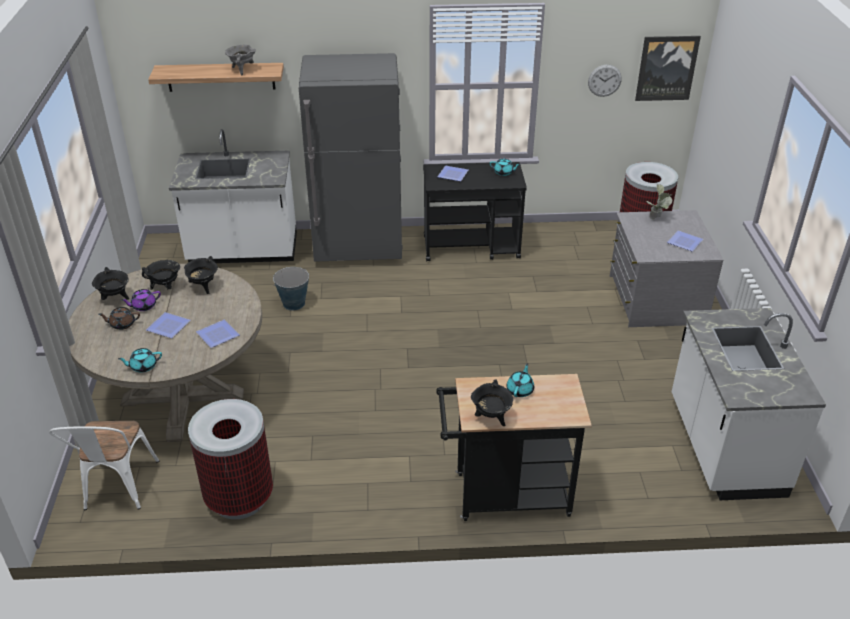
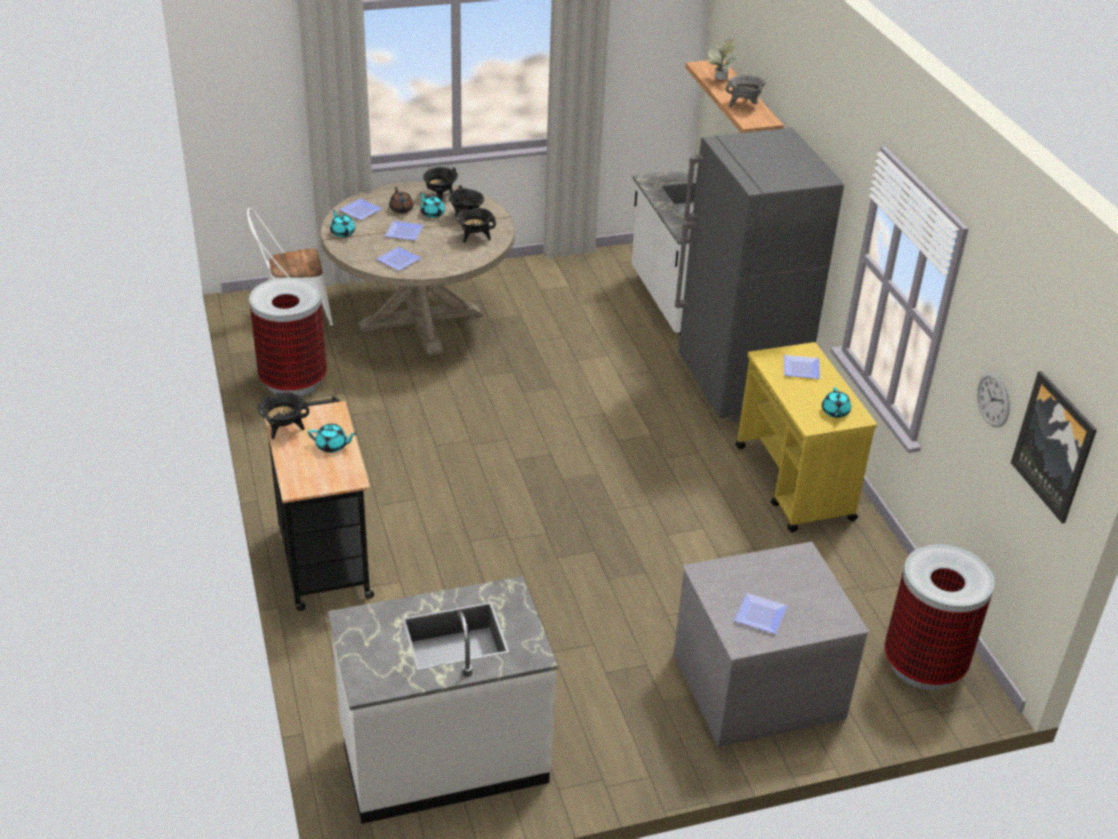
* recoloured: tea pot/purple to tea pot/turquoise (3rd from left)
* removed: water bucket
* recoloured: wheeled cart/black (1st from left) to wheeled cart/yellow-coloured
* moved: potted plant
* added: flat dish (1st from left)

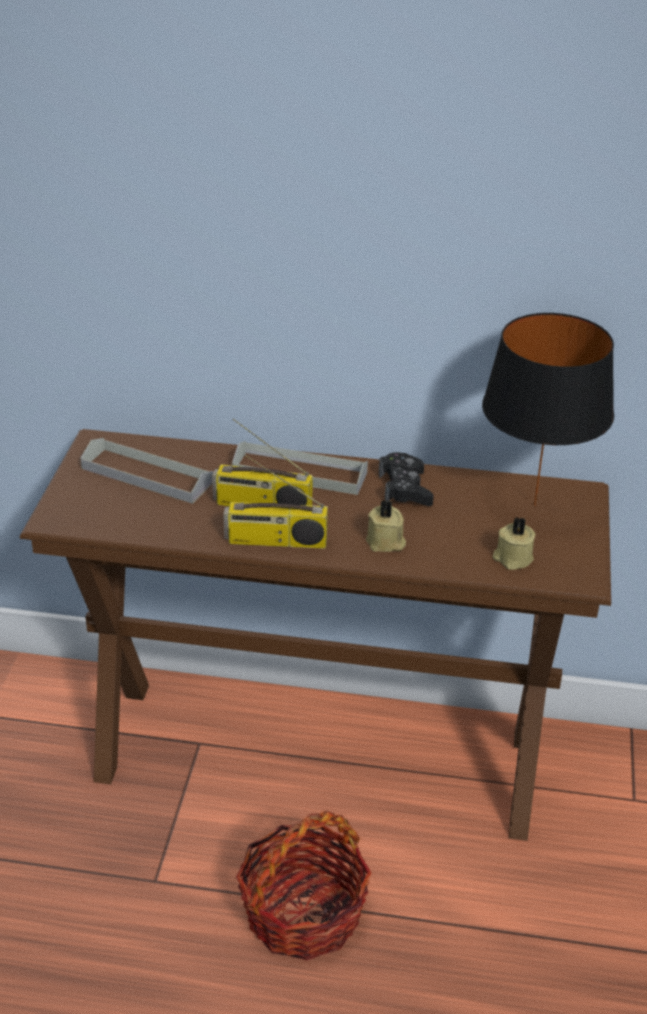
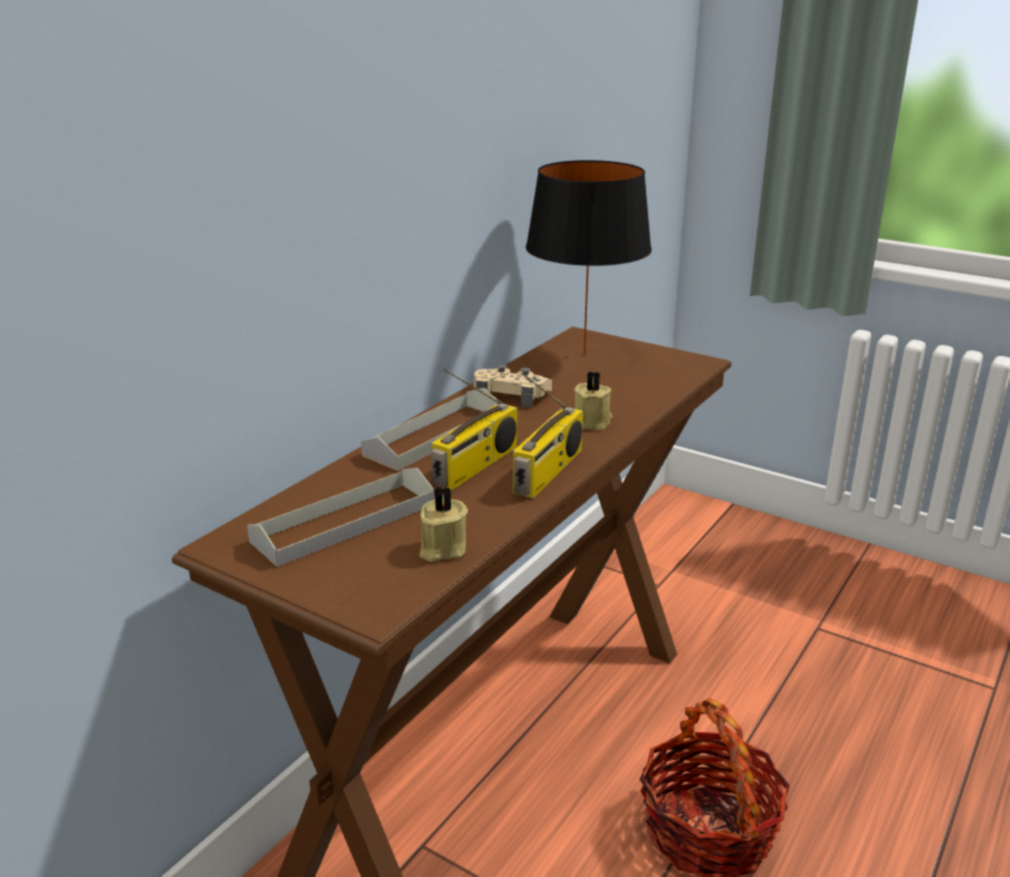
* recoloured: game controller/black to game controller/beige-coloured
* moved: wax light/beige-coloured (2nd from left in the first image) to wax light/beige-coloured (1st from left)

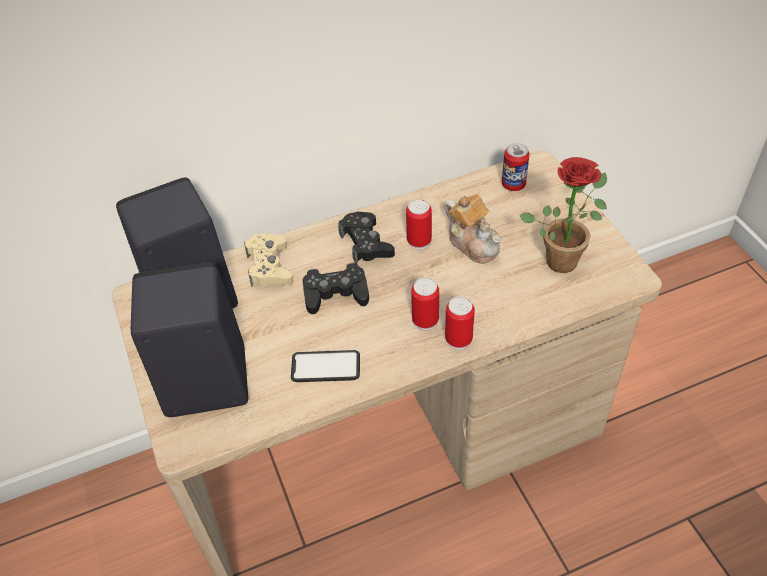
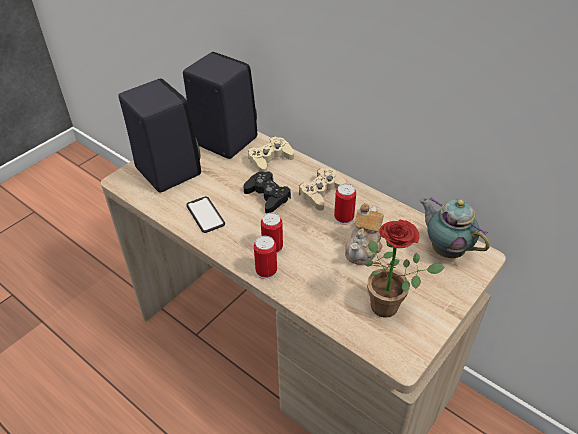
* recoloured: game controller/black (2nd from left) to game controller/beige-coloured (2nd from left)
* replaced: can (4th from left) to tea pot (2nd from left)

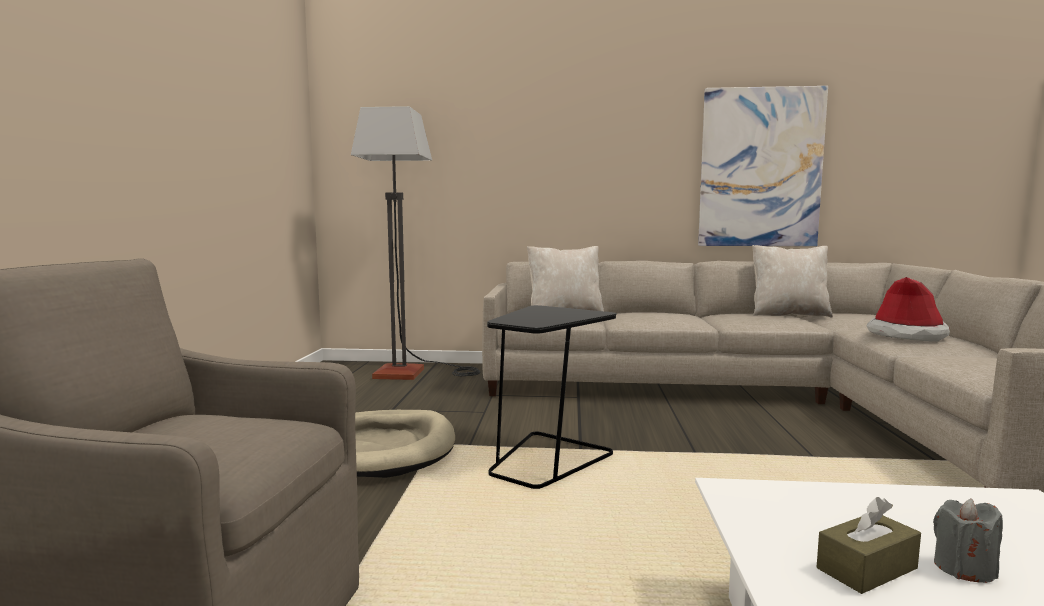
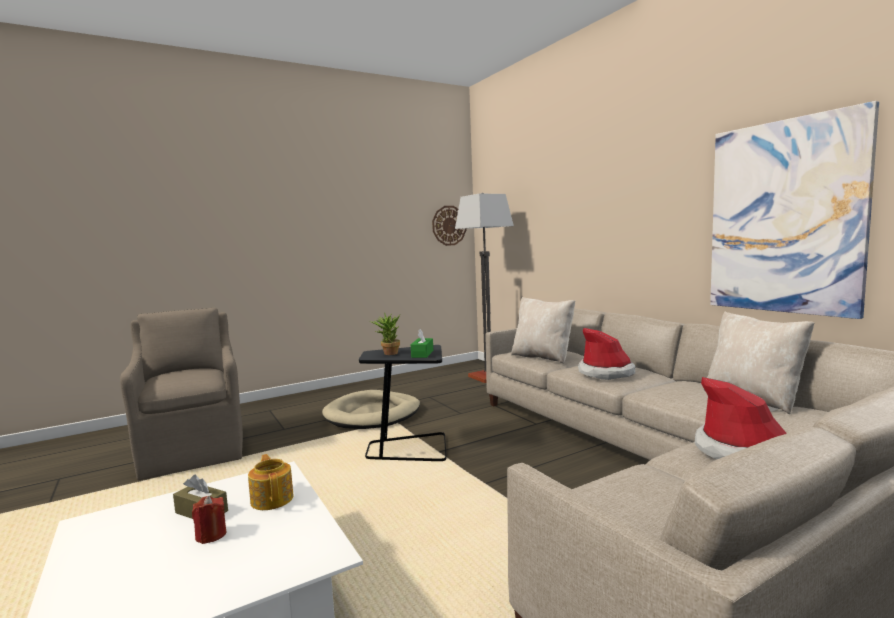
* recoloured: wax light/grey to wax light/red
* added: tea pot
* added: potted plant
* added: tissue box/green-coloured
* added: wall clock
* added: hat (1st from left)

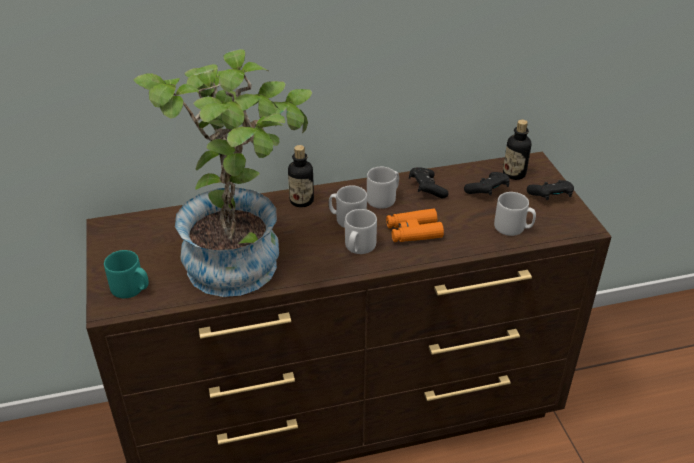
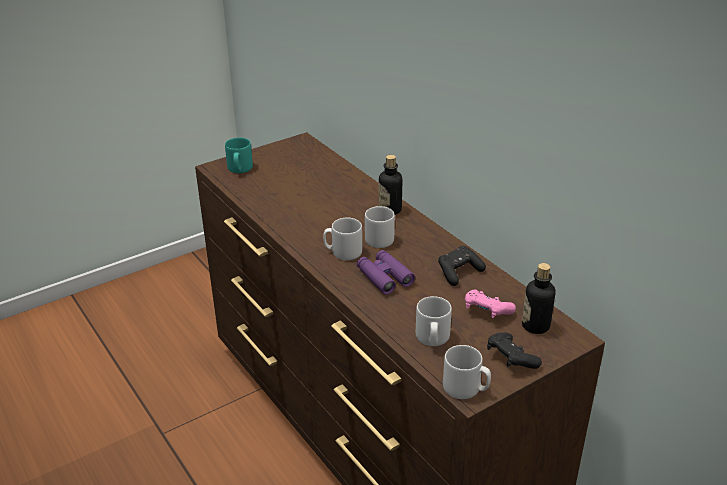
* removed: potted plant
* moved: coffee mug/grey (3rd from left in the first image) to coffee mug/grey (4th from left)
* recoloured: field glasses/orange-coloured to field glasses/purple
* recoloured: game controller/black (2nd from left) to game controller/pink-coloured

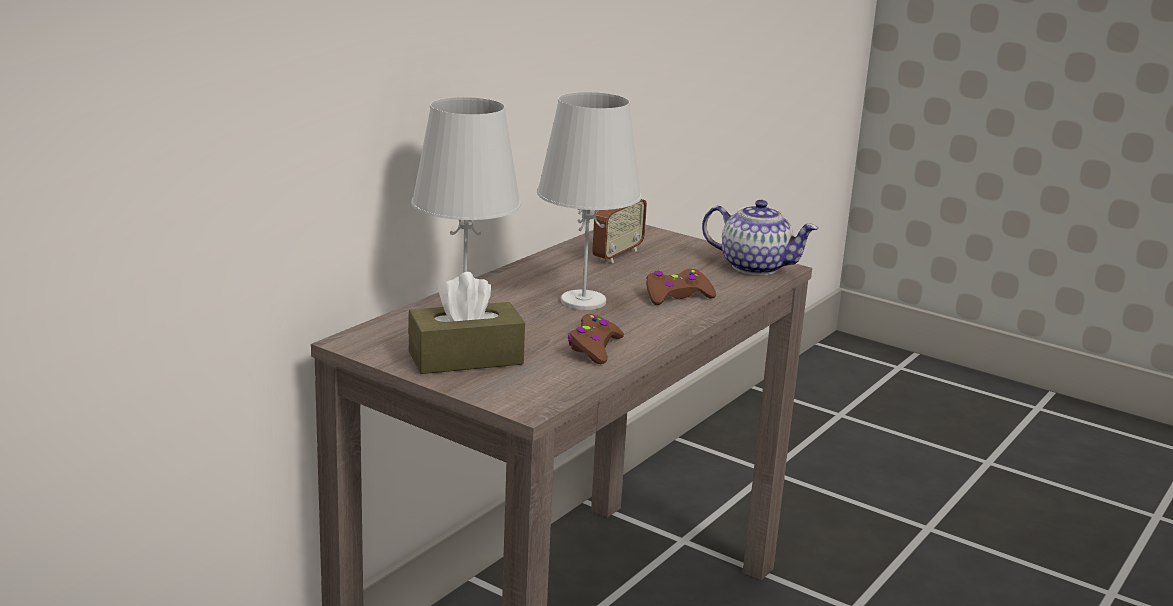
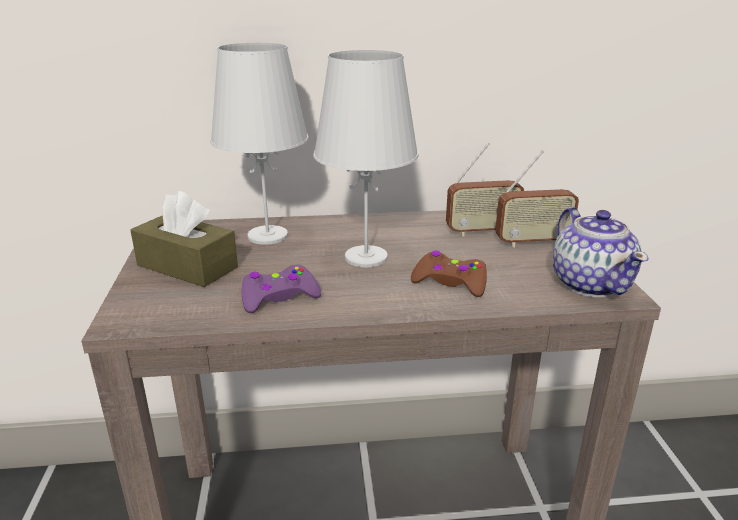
* recoloured: game controller/brown-coloured (1st from left) to game controller/purple
* added: radio set (2nd from left)

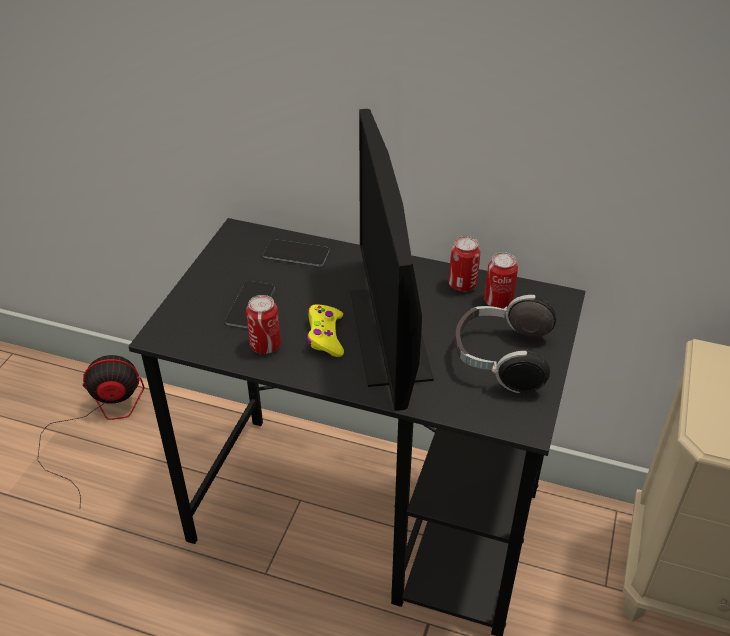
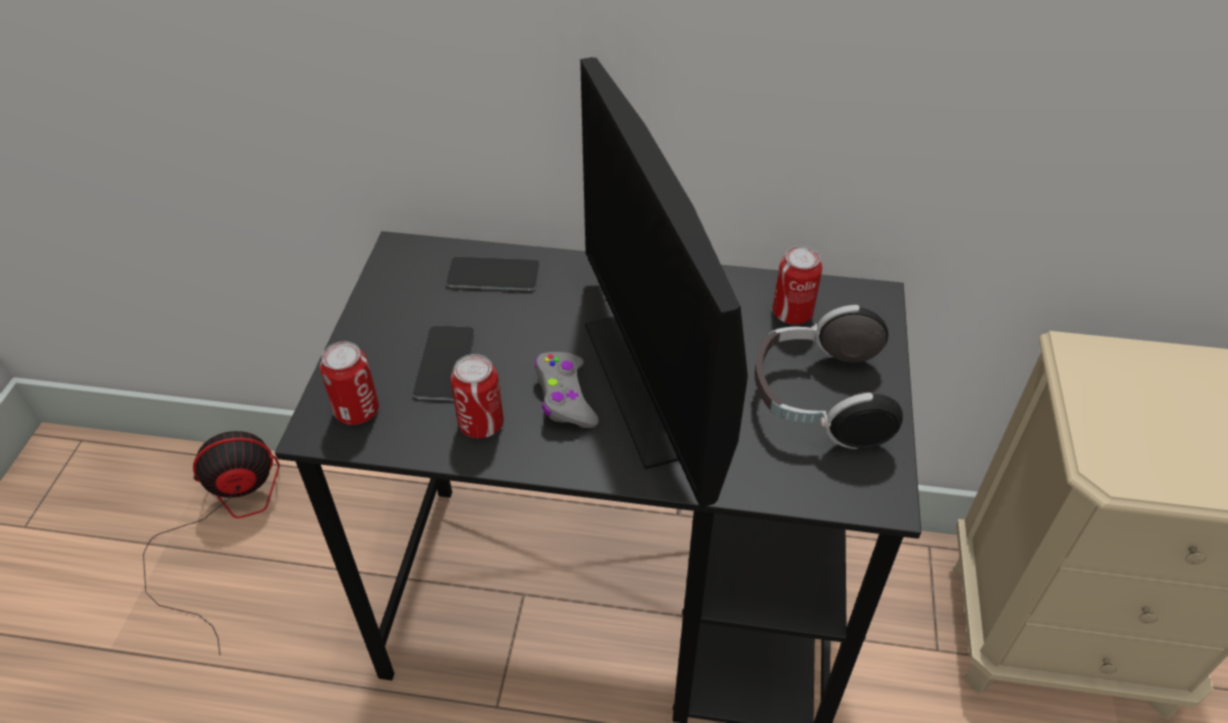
* recoloured: game controller/yellow-coloured to game controller/grey
* moved: can (2nd from left in the first image) to can (1st from left)

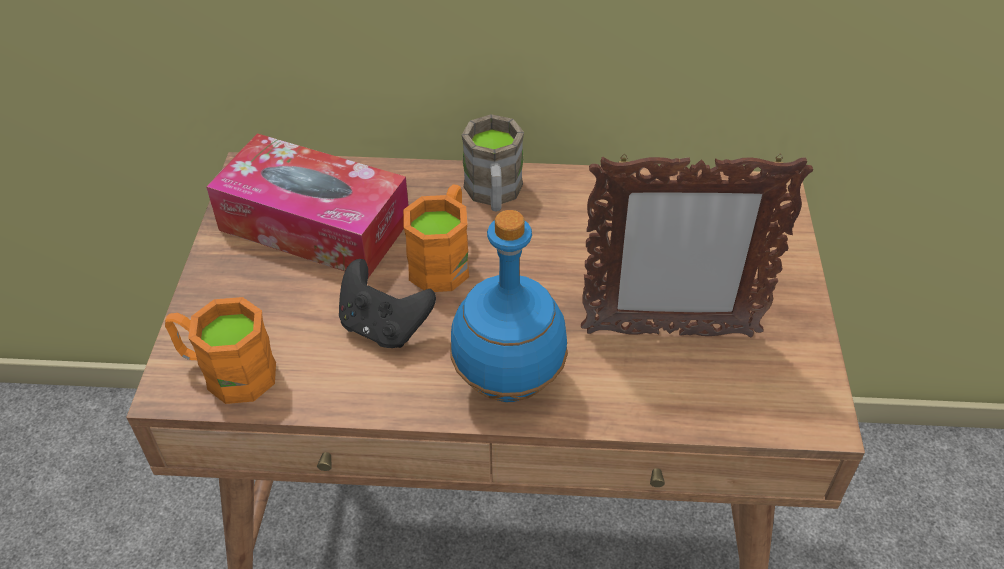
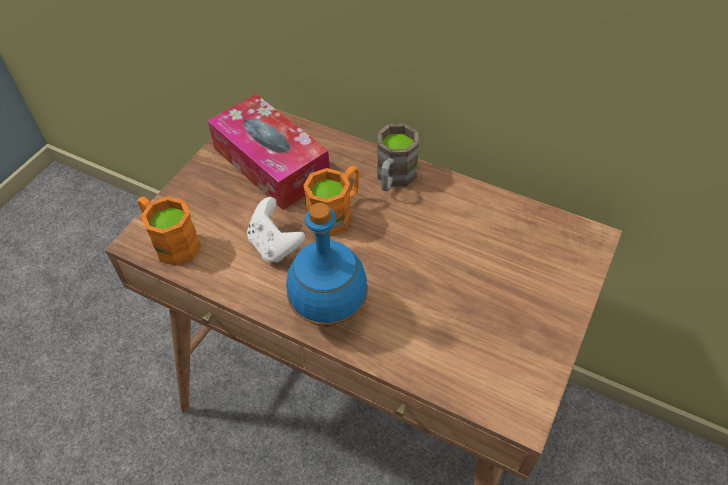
* recoloured: game controller/black to game controller/white
* removed: standing frame

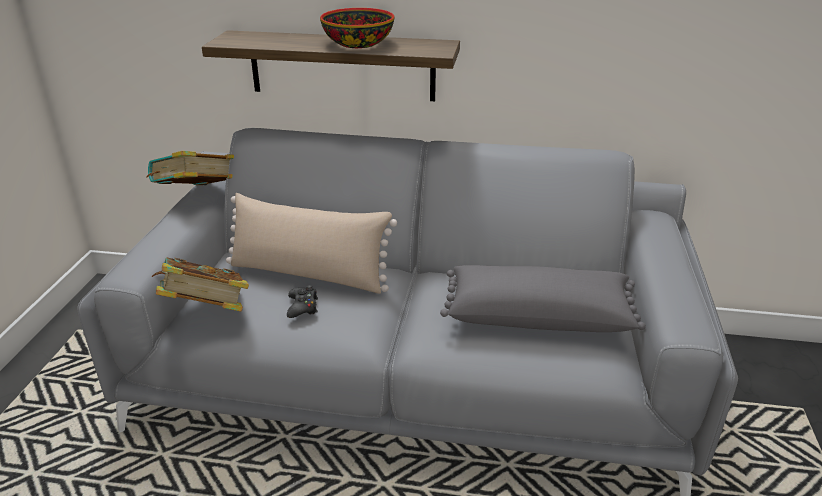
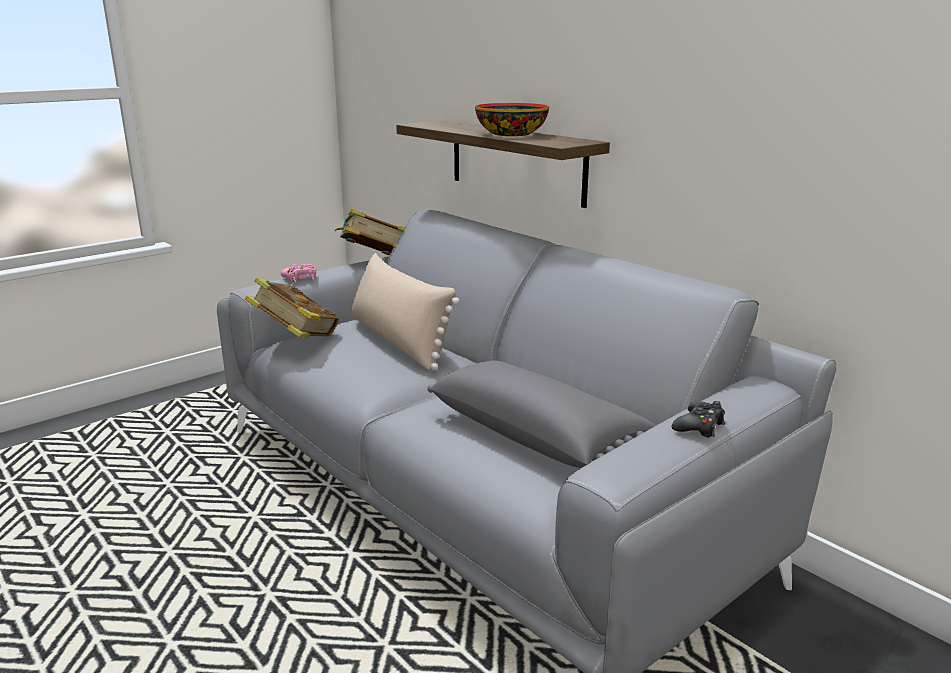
* moved: game controller/black
* added: game controller/pink-coloured

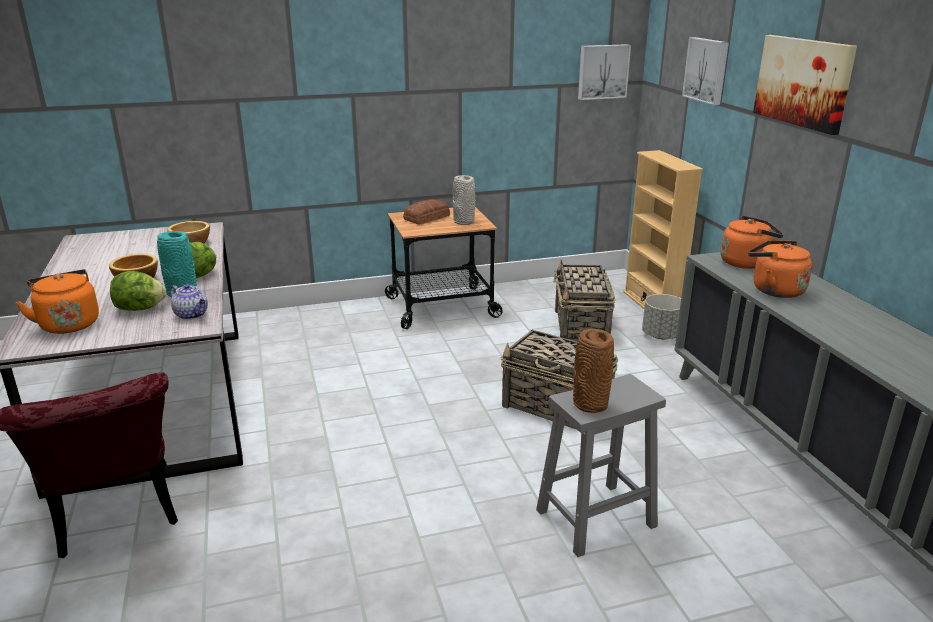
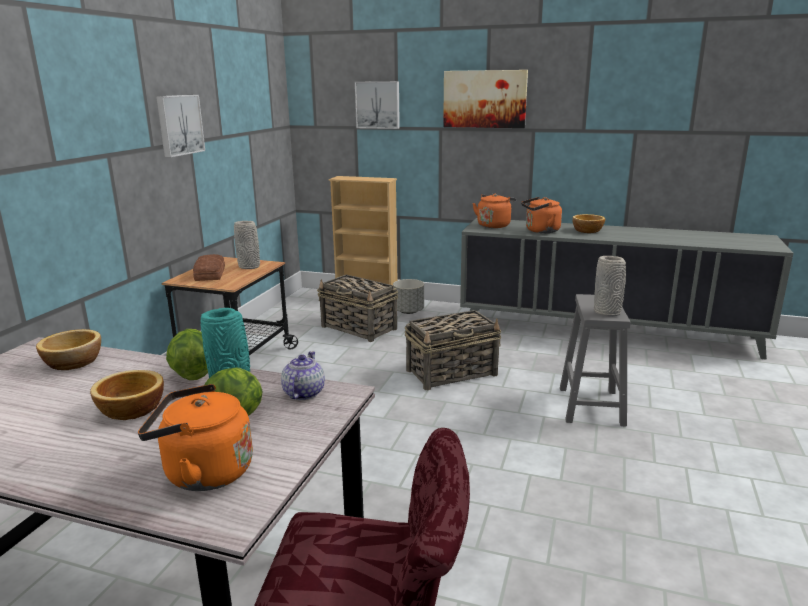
* turned: tea pot 60 degrees counterclockwise
* recoloured: decorative vase/brown-coloured to decorative vase/grey (2nd from left)
* moved: wall picture (1st from left)
* added: serving bowl (3rd from left)

